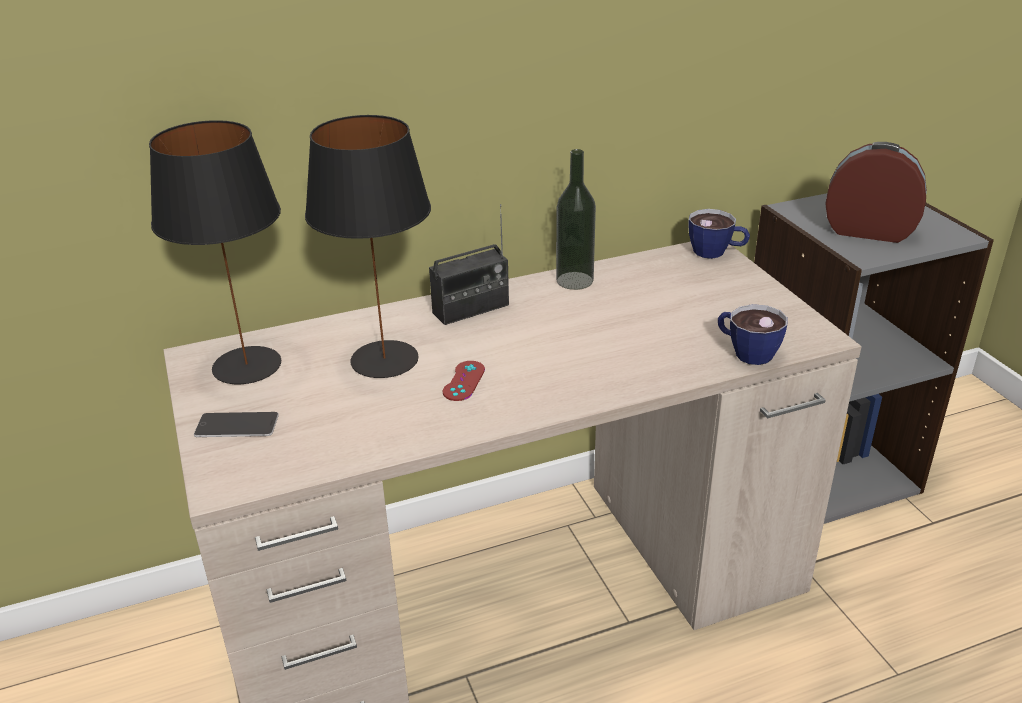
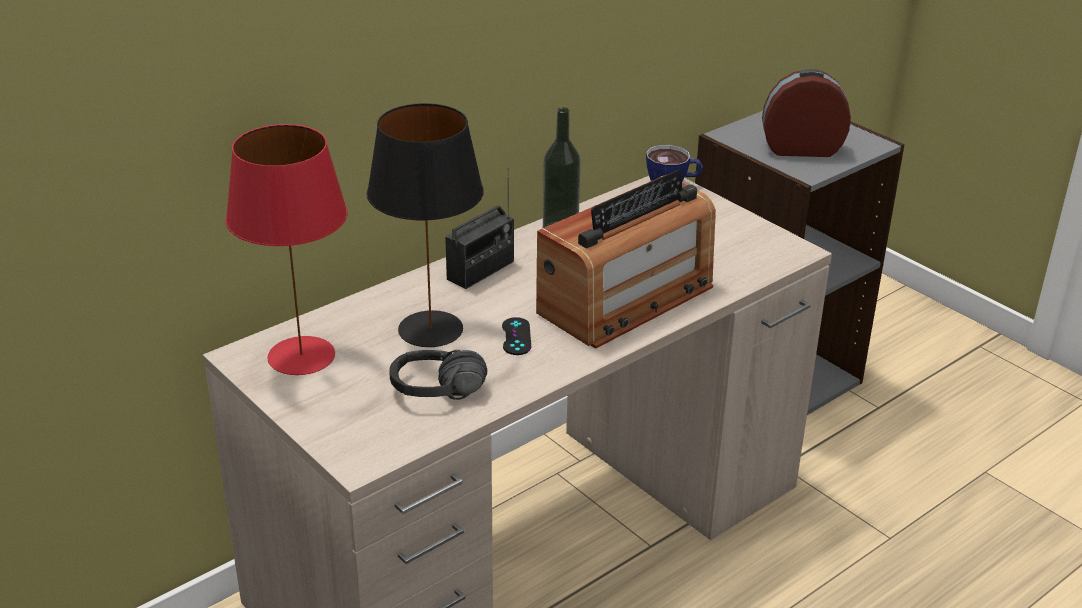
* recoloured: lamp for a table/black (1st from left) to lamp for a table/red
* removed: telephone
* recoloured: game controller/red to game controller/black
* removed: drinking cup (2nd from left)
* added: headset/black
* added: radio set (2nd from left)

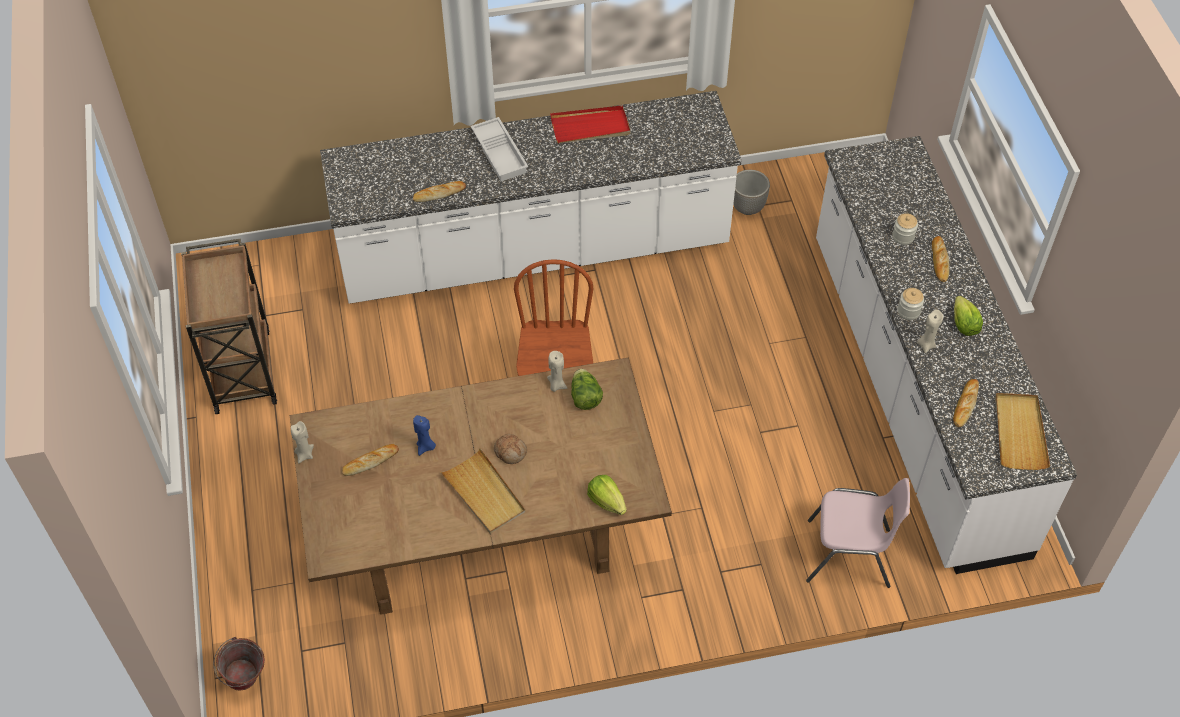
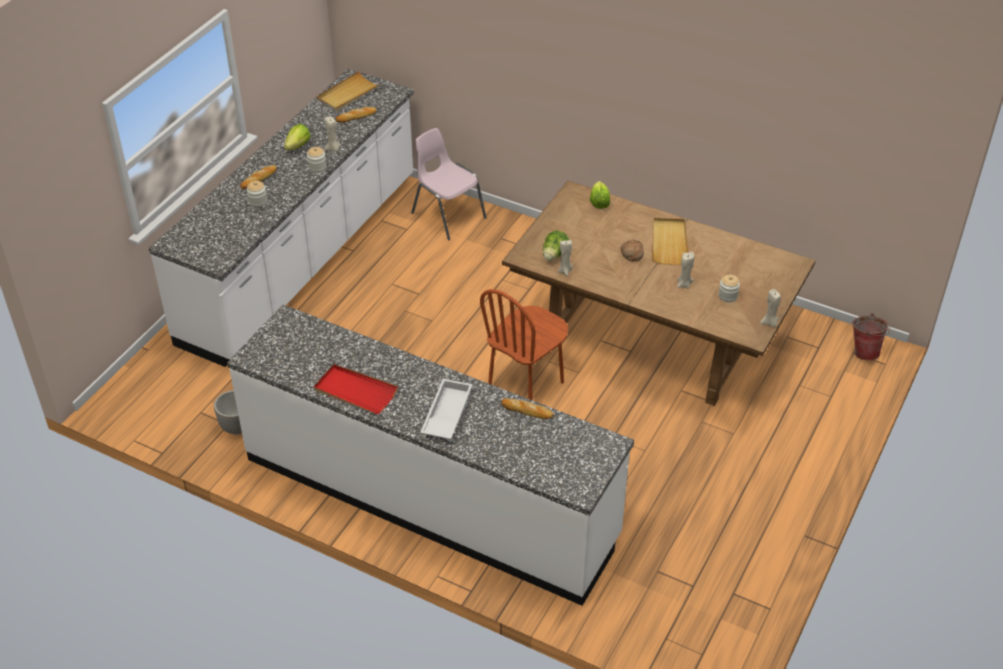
* removed: wheeled cart/brown-coloured
* replaced: baked bread (1st from left) to jar (3rd from left)
* recoloured: wax light/blue to wax light/beige-coloured (3rd from left)

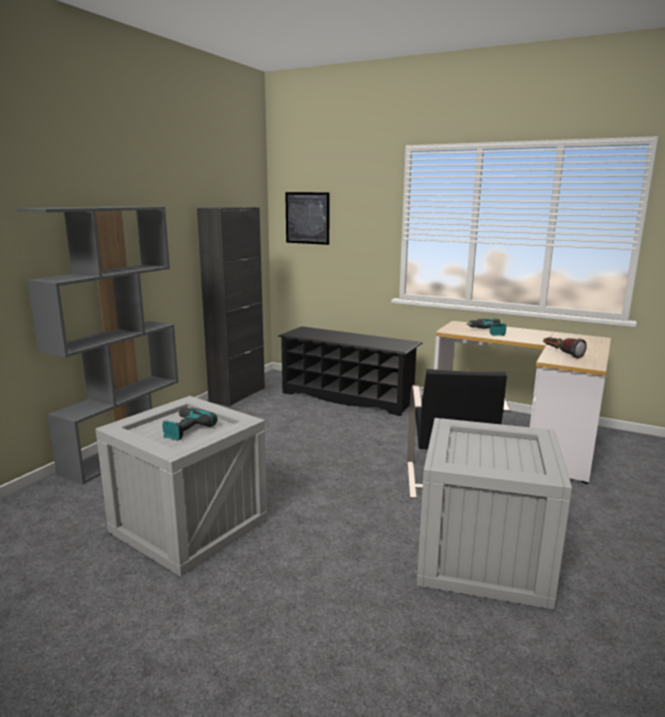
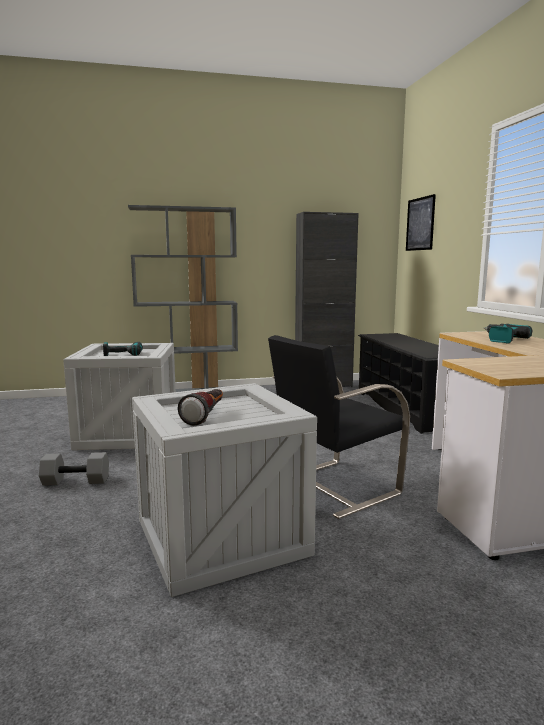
* moved: hand torch
* added: free weight/grey

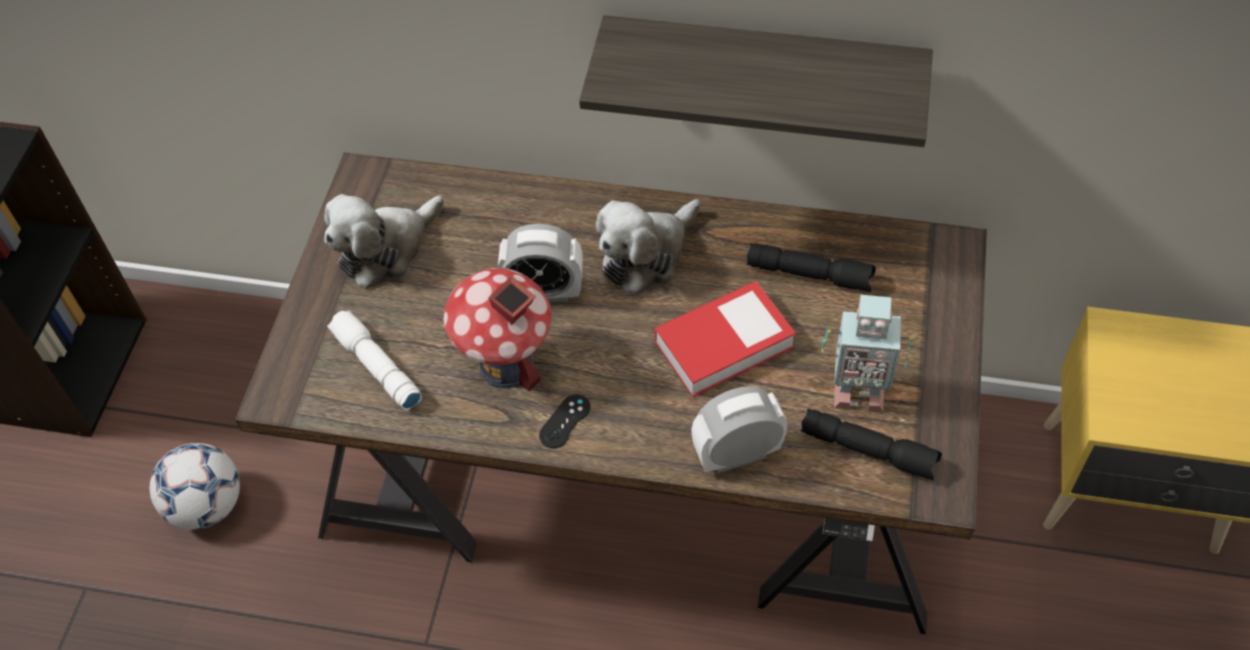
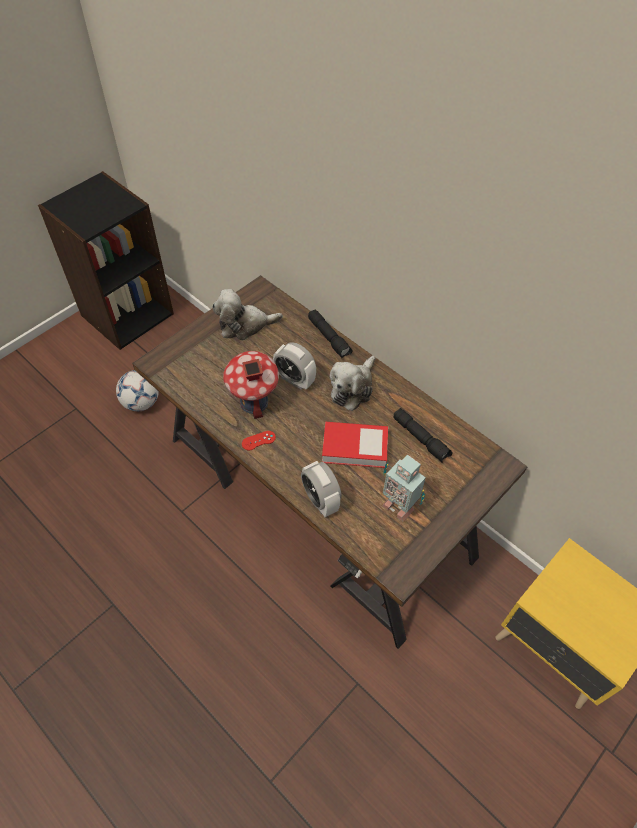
* removed: hand torch/white
* recoloured: game controller/black to game controller/red
* removed: shelf
* turned: plush toy (2nd from left) 45 degrees counterclockwise
* turned: alarm clock (2nd from left) 135 degrees counterclockwise
* moved: hand torch/black (2nd from left in the first image) to hand torch/black (1st from left)

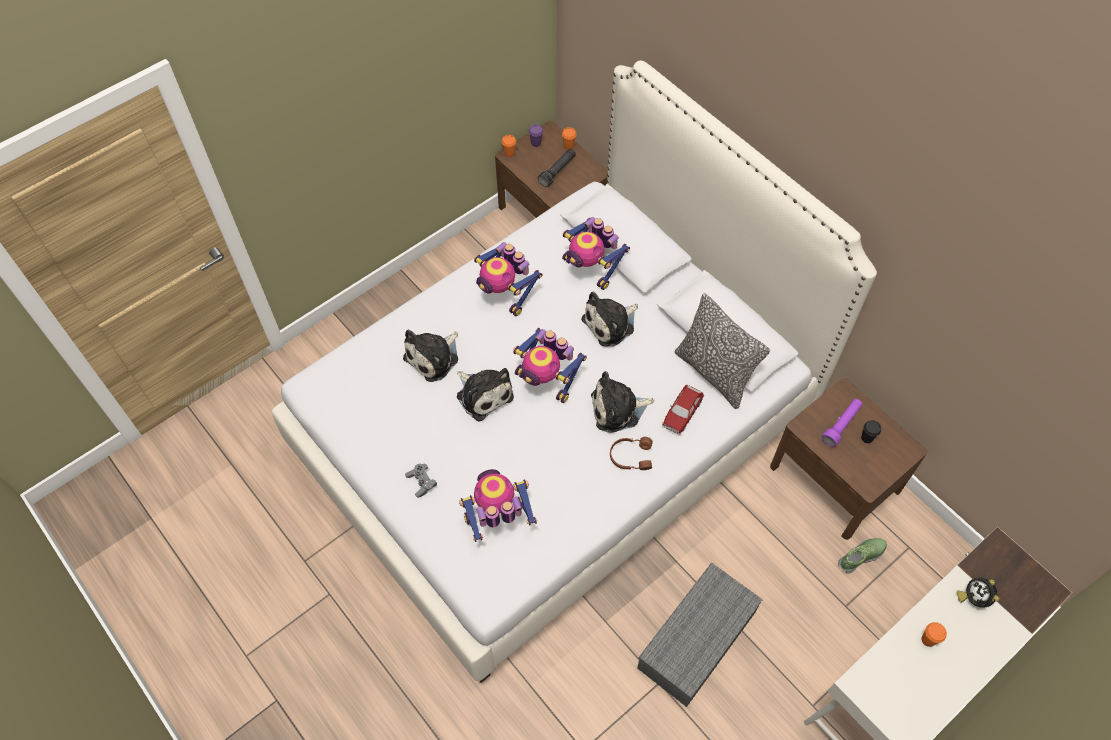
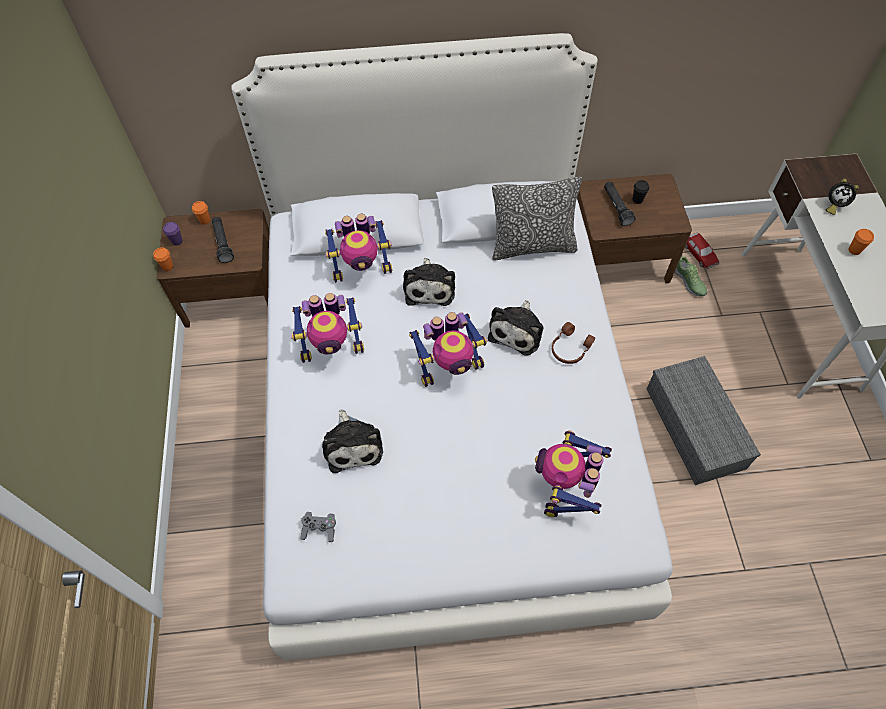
* moved: game controller/grey
* removed: plush toy (2nd from left)
* moved: miniature car
* recoloured: hand torch/purple to hand torch/black (2nd from left)
* turned: item of footwear 150 degrees clockwise

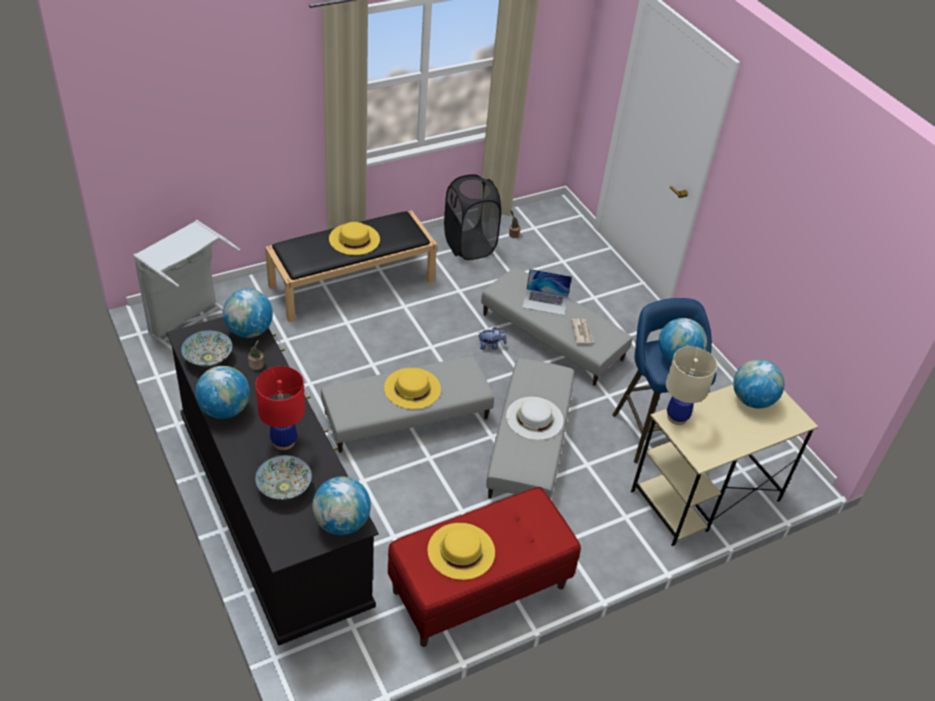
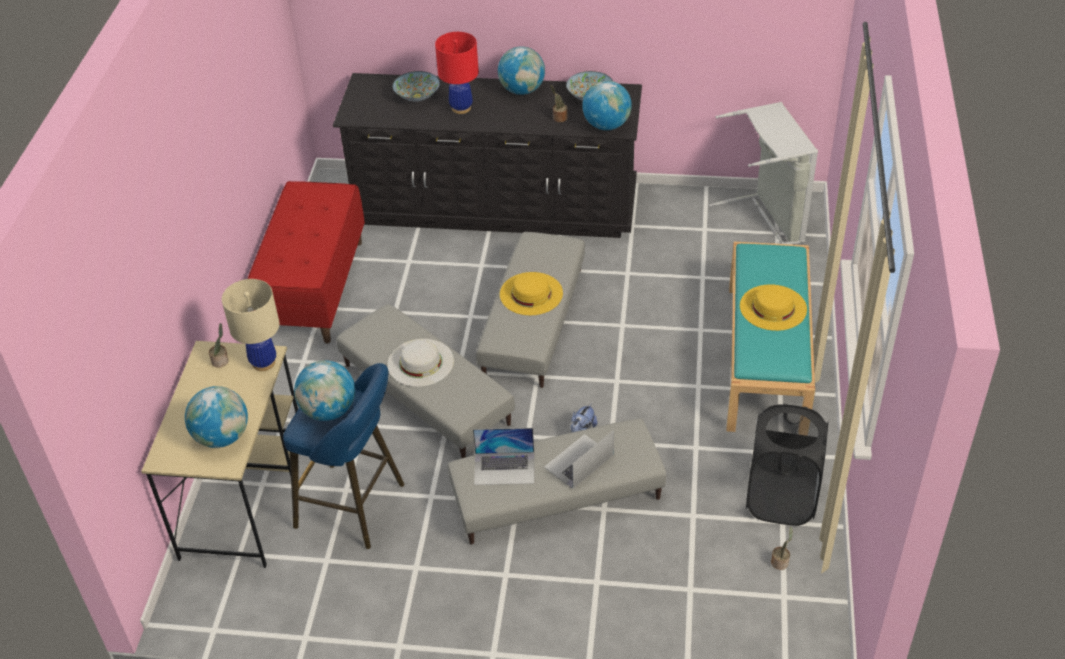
* recoloured: long seat/black to long seat/turquoise
* removed: globe (3rd from left)
* removed: hat/yellow-coloured (3rd from left)
* replaced: daily paper to notebook computer (1st from left)
* added: potted plant (1st from left)

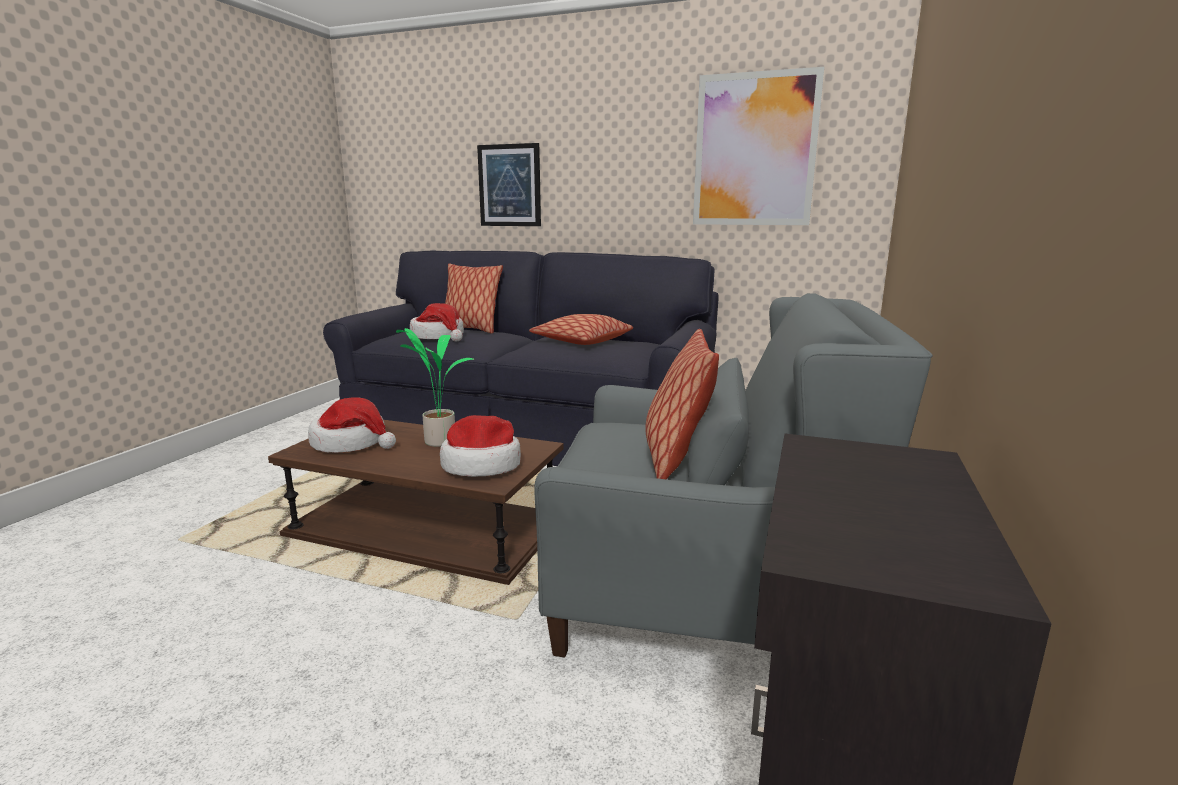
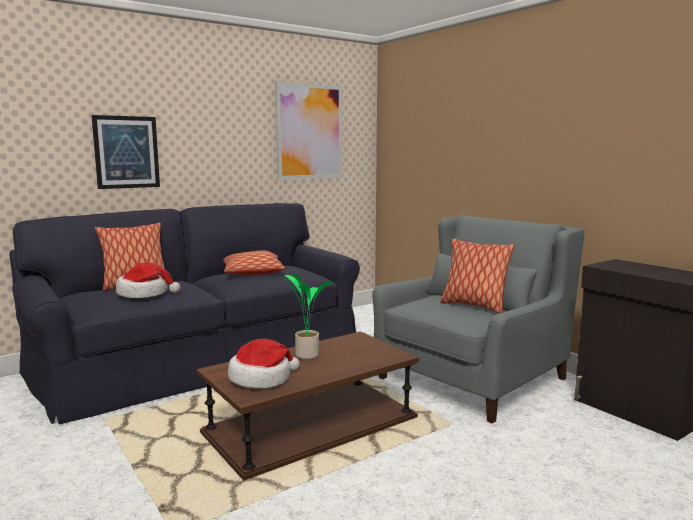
* removed: hat (3rd from left)

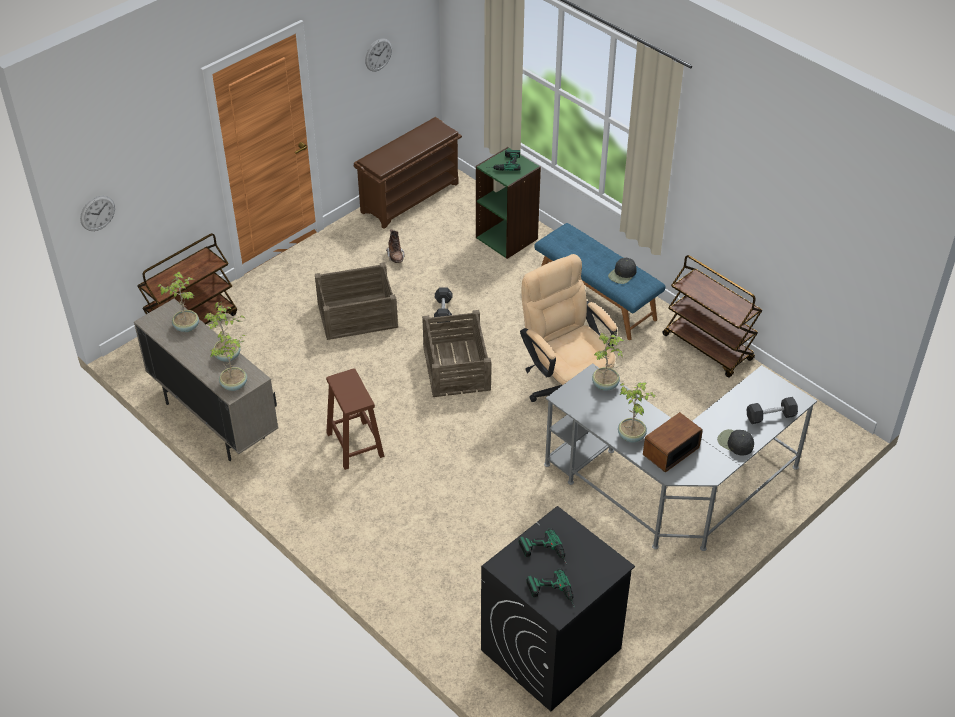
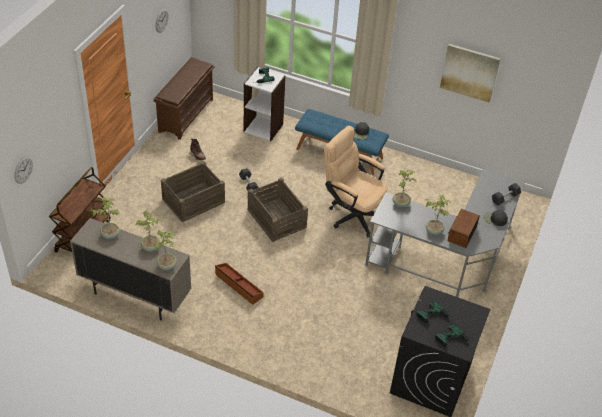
* replaced: stool/brown-coloured to storage box/brown-coloured
* recoloured: shelving unit/green-coloured to shelving unit/white
* removed: wheeled cart/brown-coloured (2nd from left)
* added: wall picture

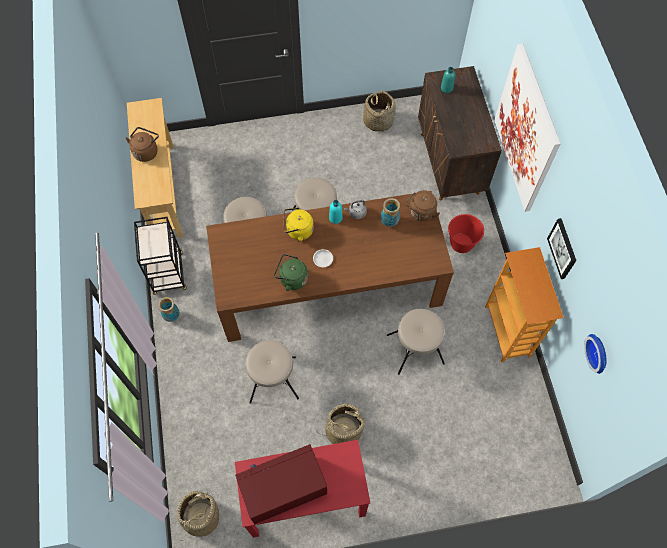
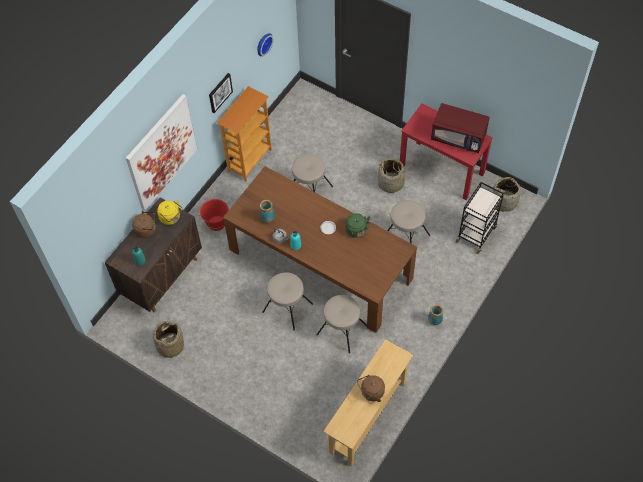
* moved: wheeled cart/black
* moved: kettle/yellow-coloured
* moved: kettle/brown-coloured (2nd from left in the first image) to kettle/brown-coloured (1st from left)

